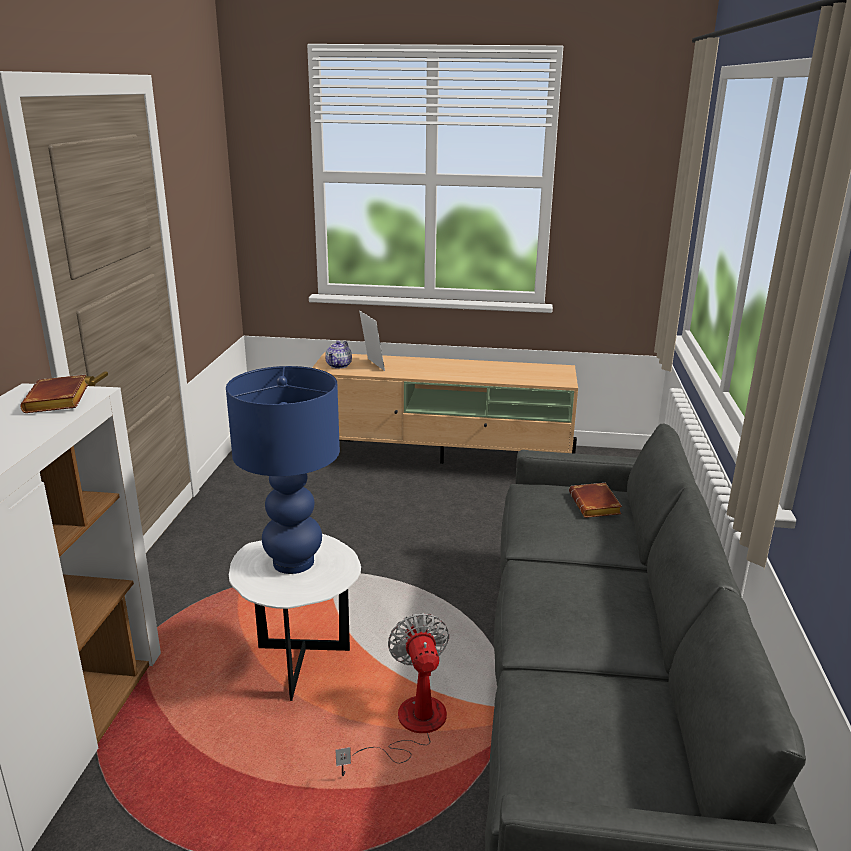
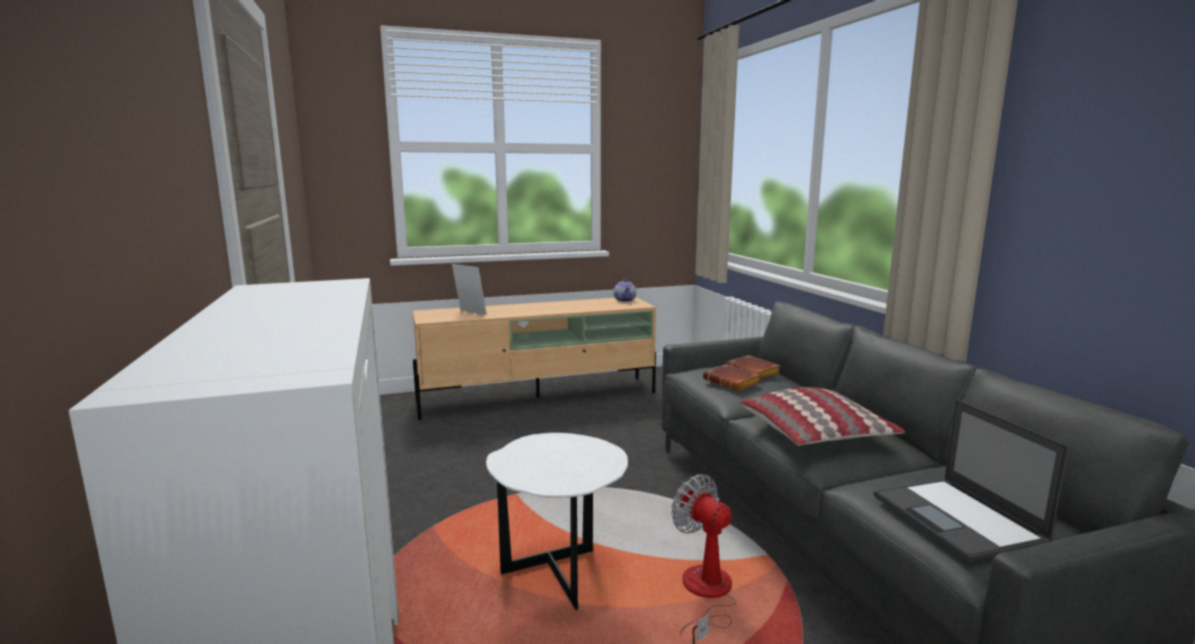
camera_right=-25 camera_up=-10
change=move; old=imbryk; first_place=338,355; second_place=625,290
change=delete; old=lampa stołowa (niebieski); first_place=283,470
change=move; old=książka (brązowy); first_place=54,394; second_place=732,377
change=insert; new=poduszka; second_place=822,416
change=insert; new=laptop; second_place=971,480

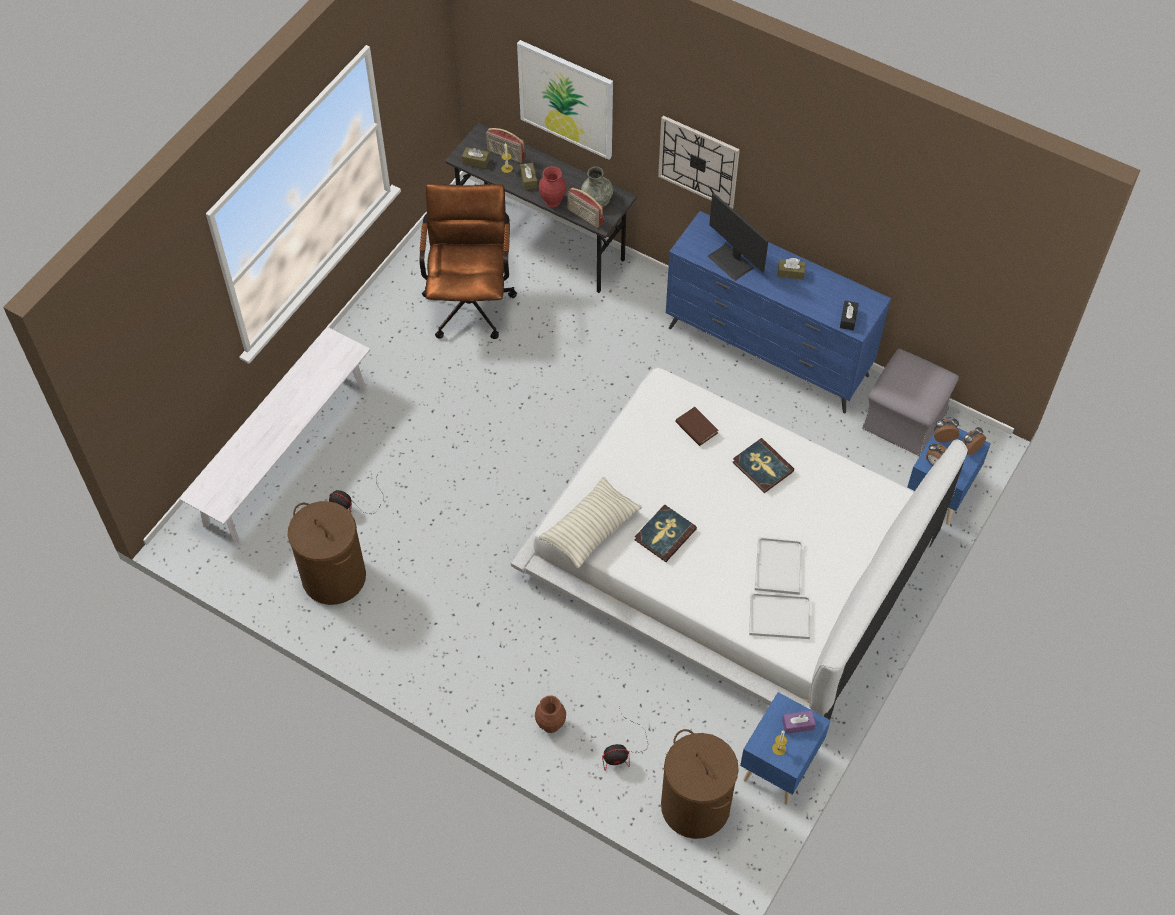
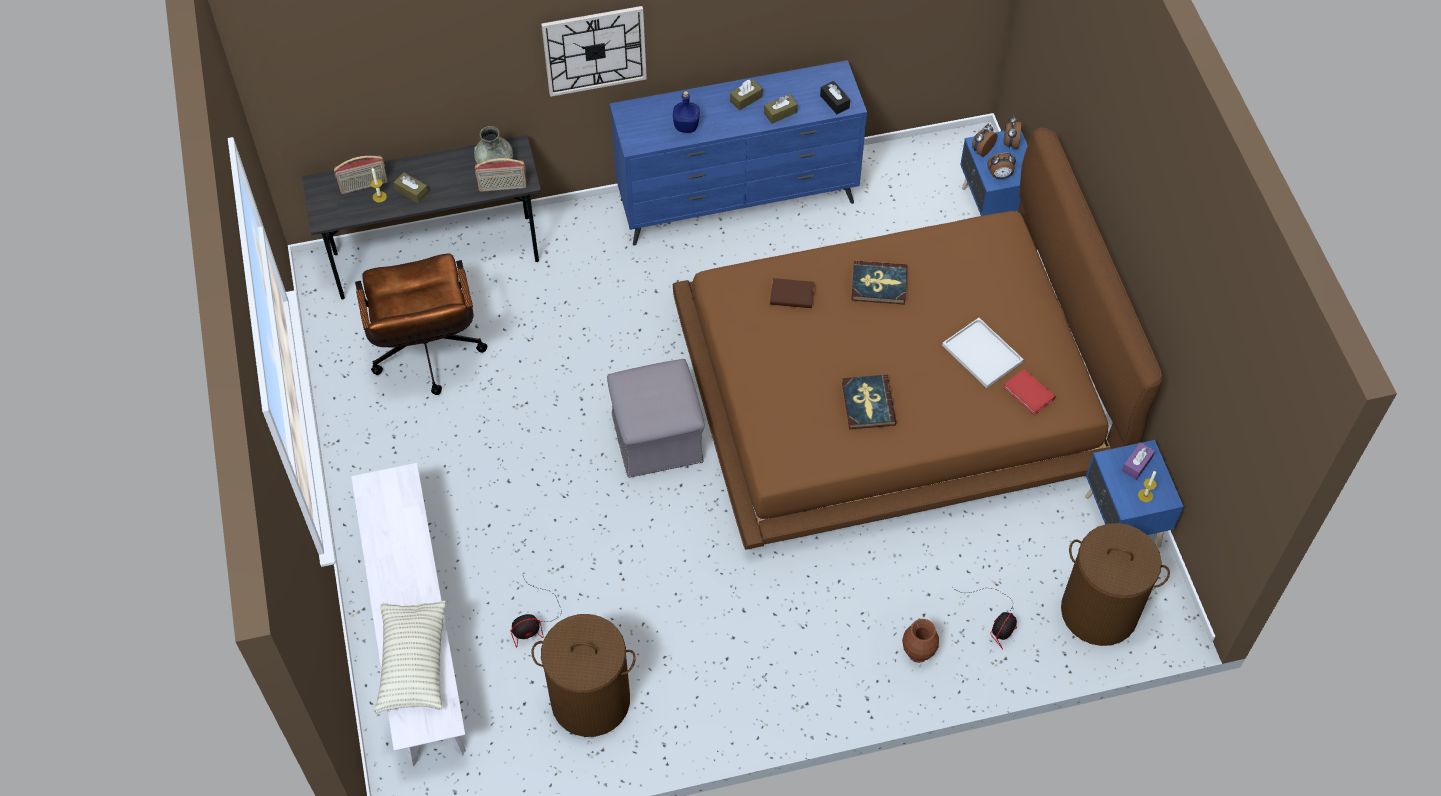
camera_right=-45 camera_up=0
change=delete; old=obraz; first_place=565,100
change=move; old=pudełko chusteczek (brązowy); first_place=476,157; second_place=781,109
change=delete; old=wazon (czerwony); first_place=552,186
change=rotate; old=krzesło biurowe (brązowy); first_place=468,261; second_place=421,324; degrees=-150
change=replace; old=monitor; new=butelka (niebieski); first_place=738,237; second_place=686,112
change=move; old=pufa (szary); first_place=910,402; second_place=656,418
change=recolor; old=łóżko (biały); new=łóżko (brązowy); first_place=739,543; second_place=917,338
change=move; old=poduszka; first_place=590,522; second_place=410,657
change=replace; old=taca (biały); new=książka (czerwony); first_place=779,616; second_place=1029,392

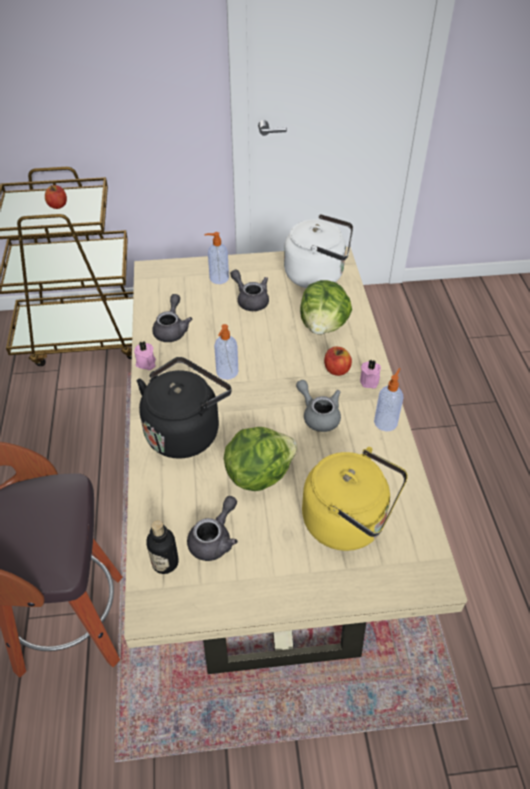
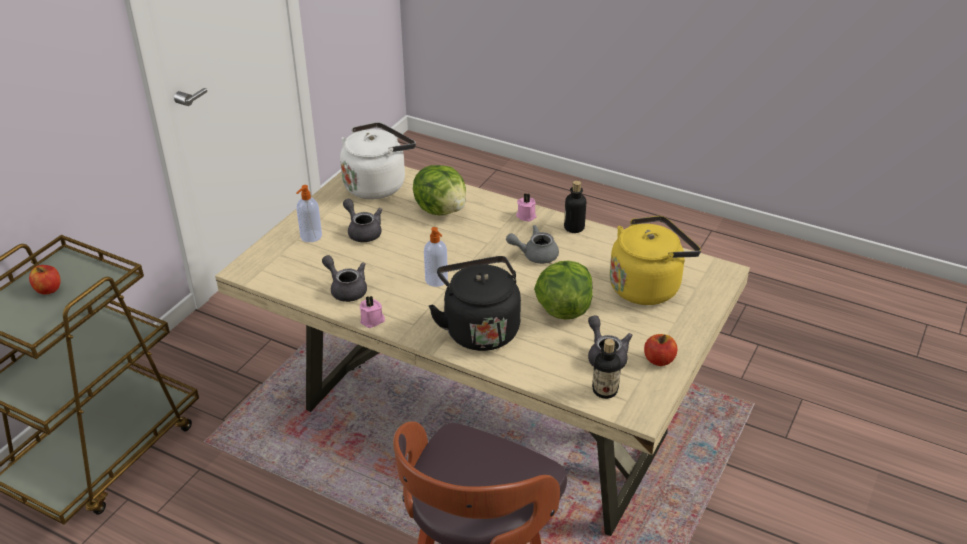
camera_right=-55 camera_up=-10
change=rotate; old=imbryk (szary); first_place=249,290; second_place=362,220; degrees=60
change=move; old=jabłko; first_place=338,361; second_place=660,350
change=replace; old=dozownik mydła; new=butelka; first_place=388,399; second_place=575,206

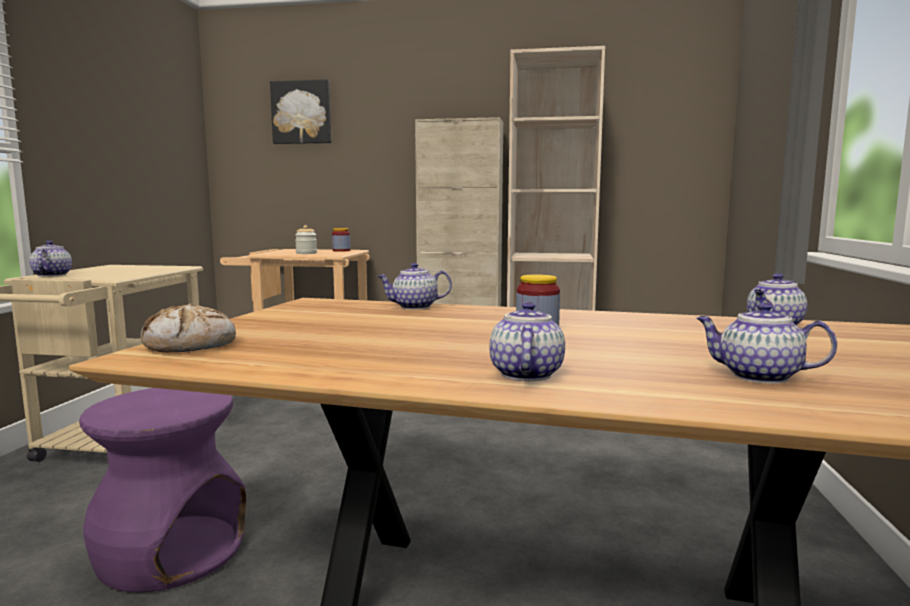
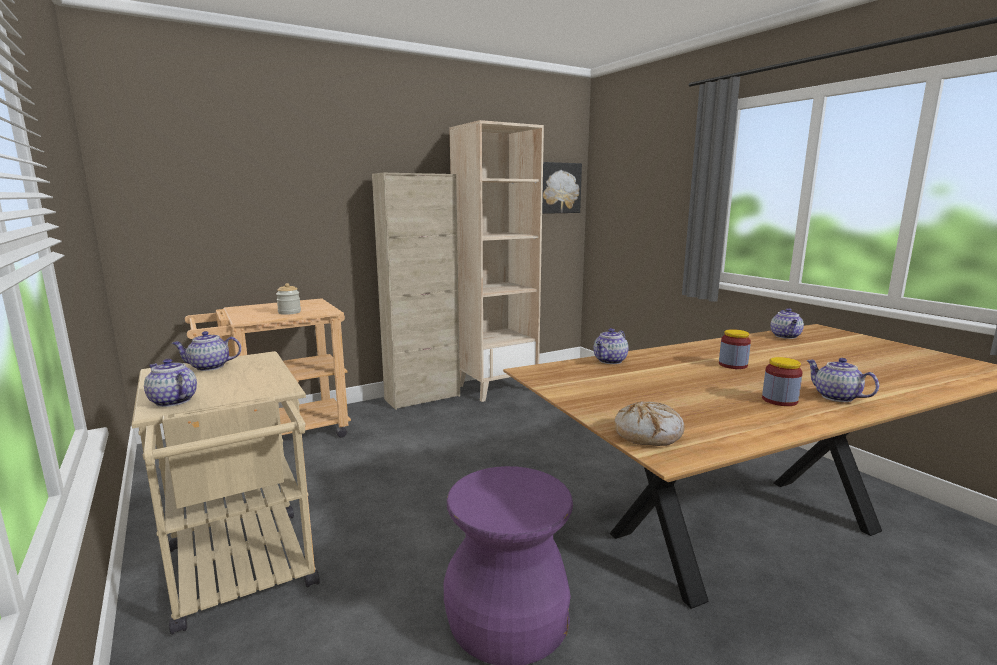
camera_right=-40 camera_up=5
change=move; old=obraz; first_place=300,111; second_place=562,188
change=move; old=słoik; first_place=341,240; second_place=782,381
change=move; old=imbryk; first_place=766,343; second_place=206,351

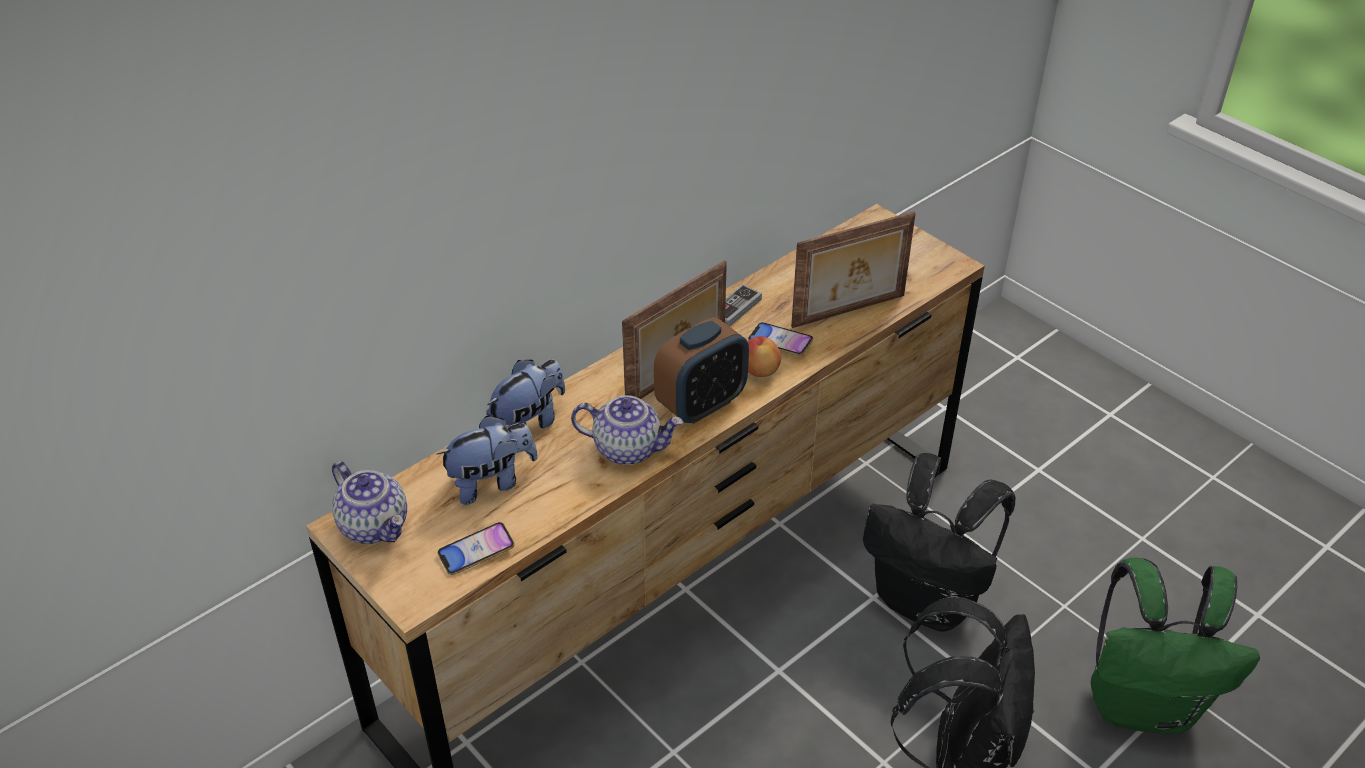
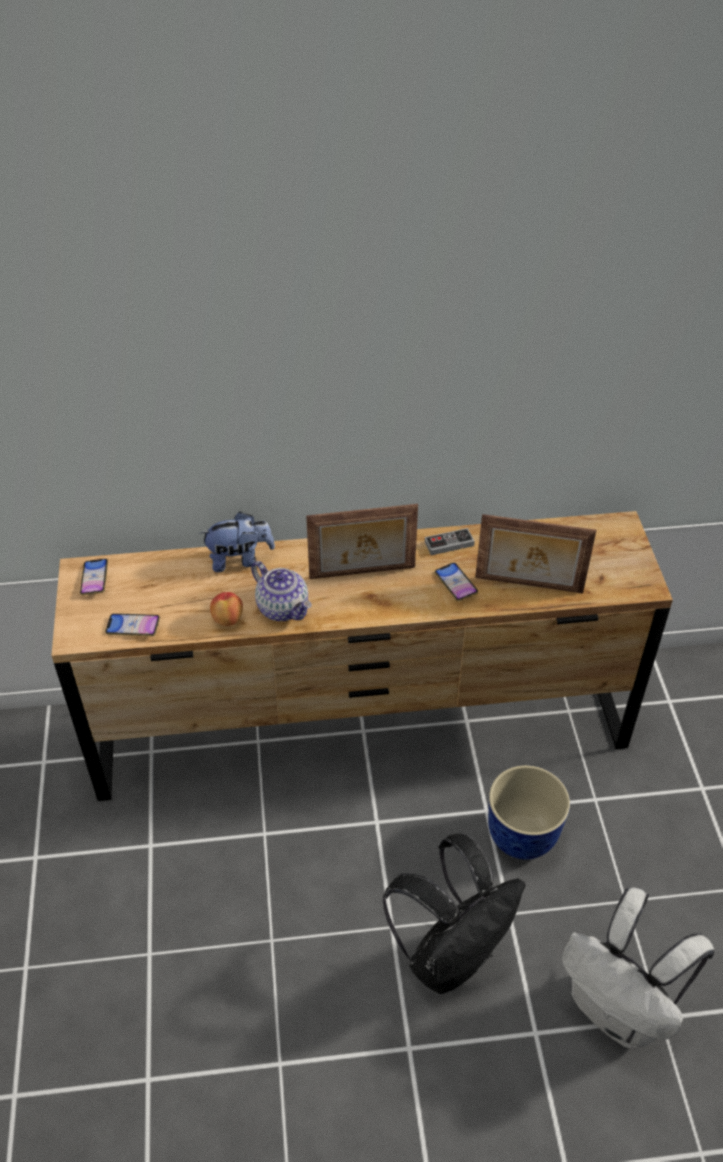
camera_right=35 camera_up=5
change=delete; old=budzik; first_place=701,370
change=move; old=jabłko; first_place=764,356; second_place=226,609
change=delete; old=pluszak; first_place=487,460
change=replace; old=plecak (czarny); new=donica; first_place=939,542; second_place=529,812
change=replace; old=imbryk; new=telefon; first_place=369,502; second_place=94,577
change=recolor; old=plecak (zielony); new=plecak (biały); first_place=1175,645; second_place=638,968

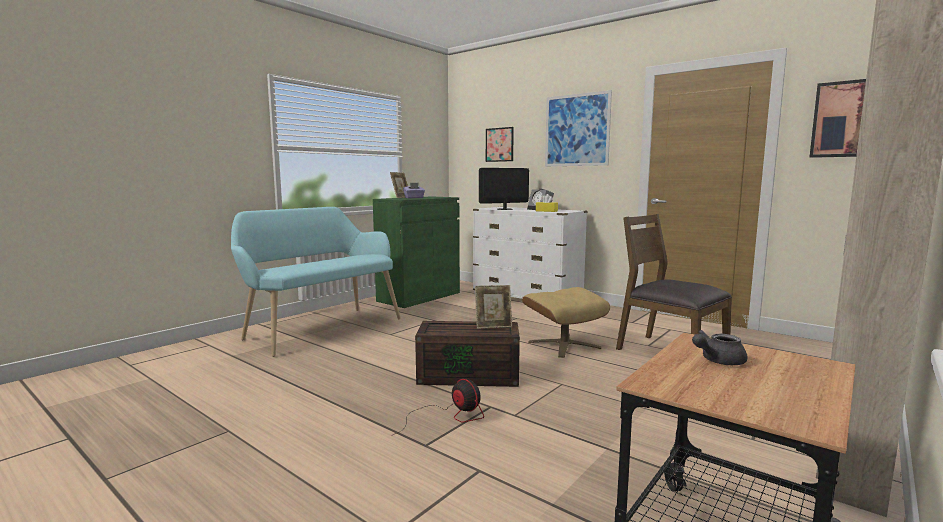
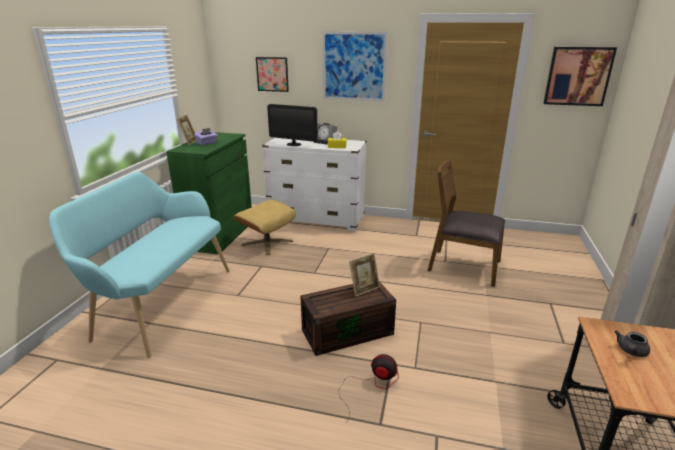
camera_right=-25 camera_up=15
change=rotate; old=monitor; first_place=504,189; second_place=292,125; degrees=-105
change=move; old=pufa (beżowy); first_place=566,322; second_place=264,227

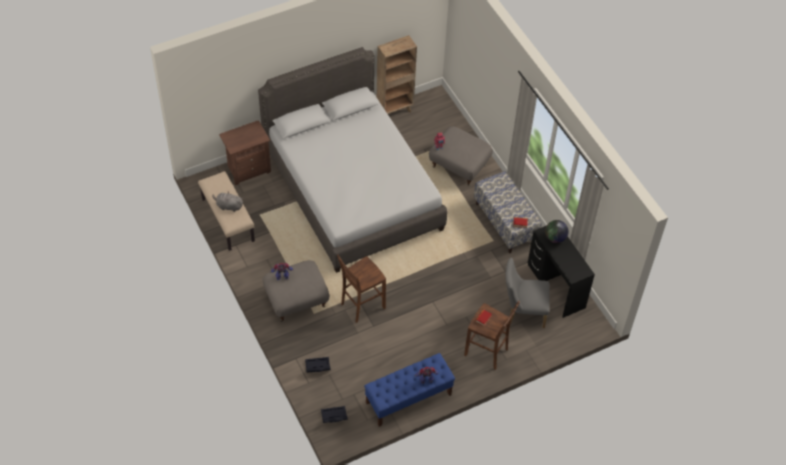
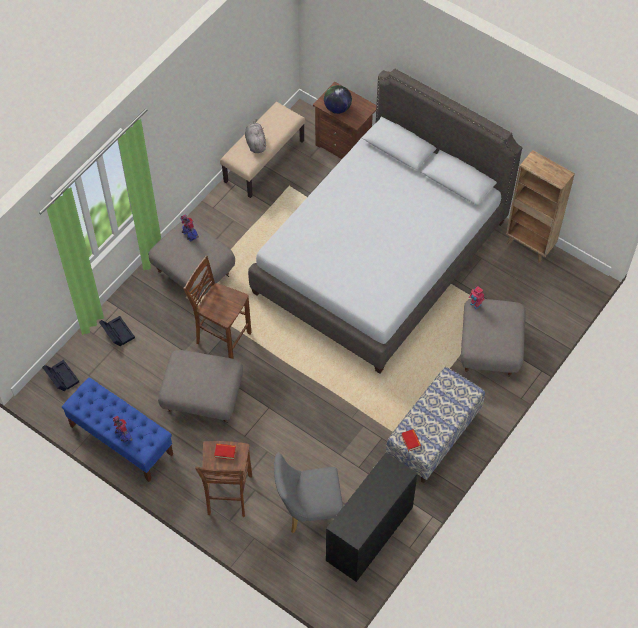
camera_right=65 camera_up=5
change=move; old=globus; first_place=557,231; second_place=338,99
change=rotate; old=krzesło (szary); first_place=528,293; second_place=308,492; degrees=-75
change=insert; new=pufa (szary); second_place=200,386

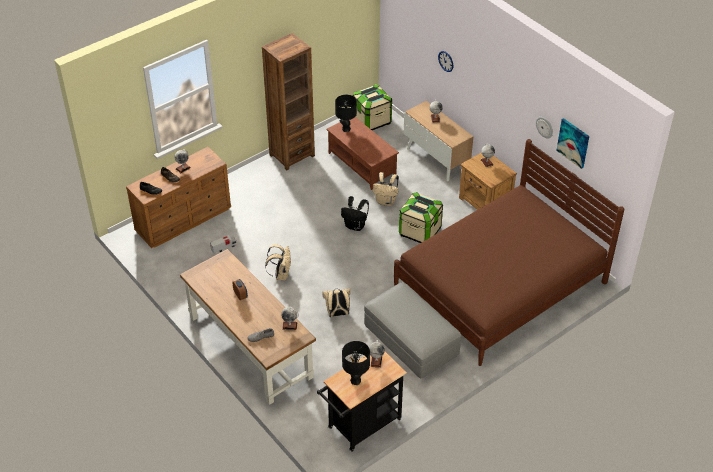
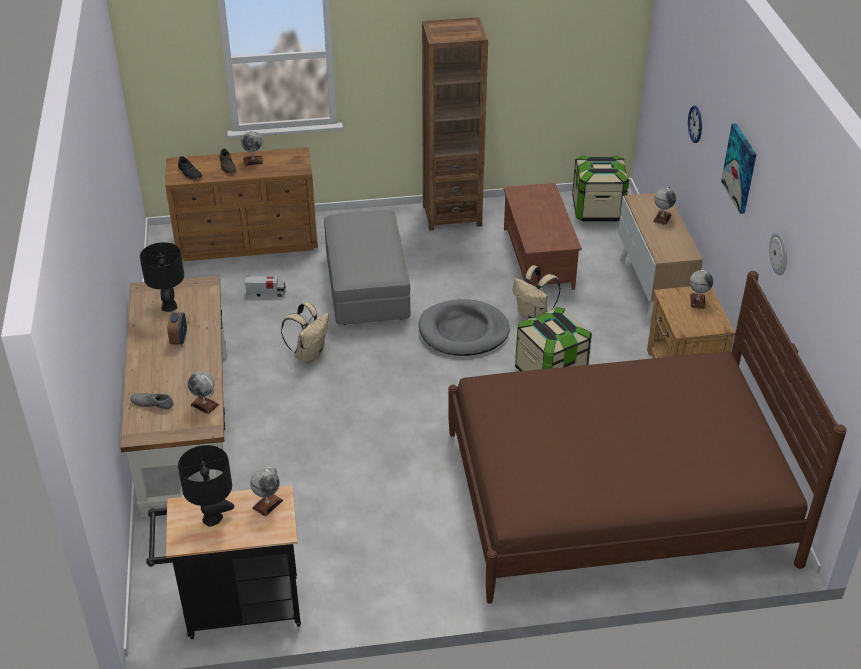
camera_right=30 camera_up=-5
change=move; old=lampa stołowa (czarny); first_place=346,113; second_place=162,277
change=move; old=obraz; first_place=572,143; second_place=739,168
change=replace; old=plecak (czarny); new=legowisko (szary); first_place=355,213; second_place=464,327
change=move; old=pufa (szary); first_place=412,330; second_place=367,267
change=delete; old=plecak (beżowy); first_place=336,303

